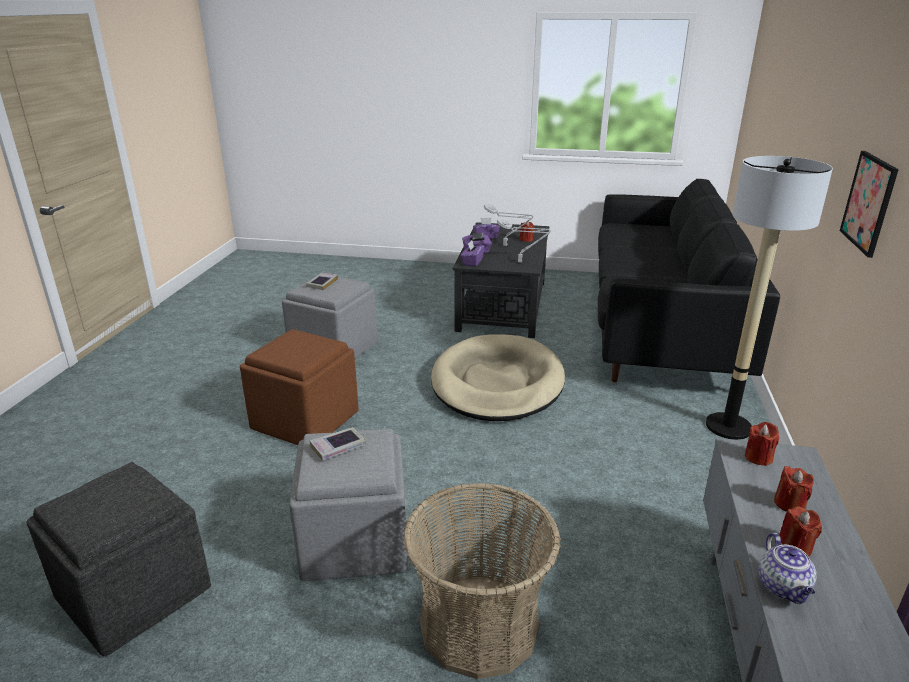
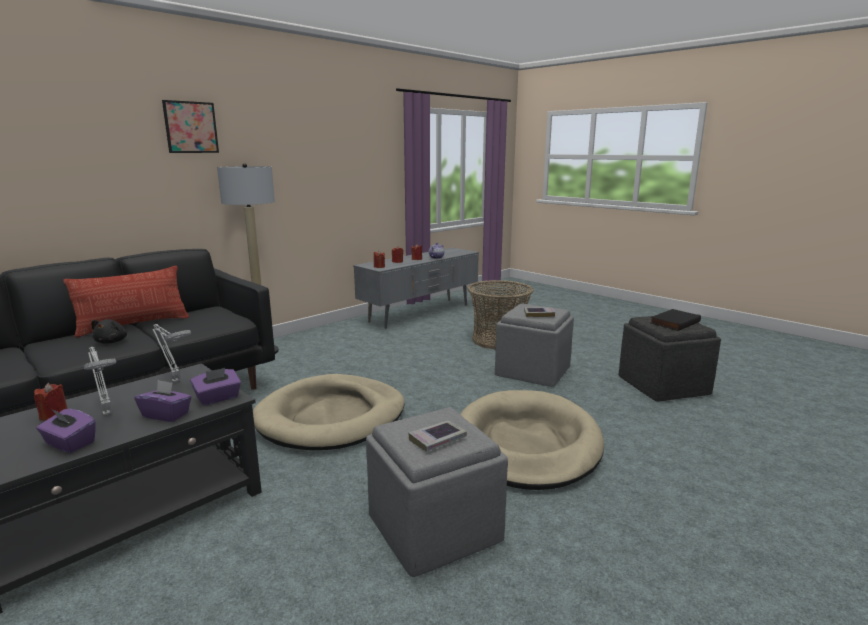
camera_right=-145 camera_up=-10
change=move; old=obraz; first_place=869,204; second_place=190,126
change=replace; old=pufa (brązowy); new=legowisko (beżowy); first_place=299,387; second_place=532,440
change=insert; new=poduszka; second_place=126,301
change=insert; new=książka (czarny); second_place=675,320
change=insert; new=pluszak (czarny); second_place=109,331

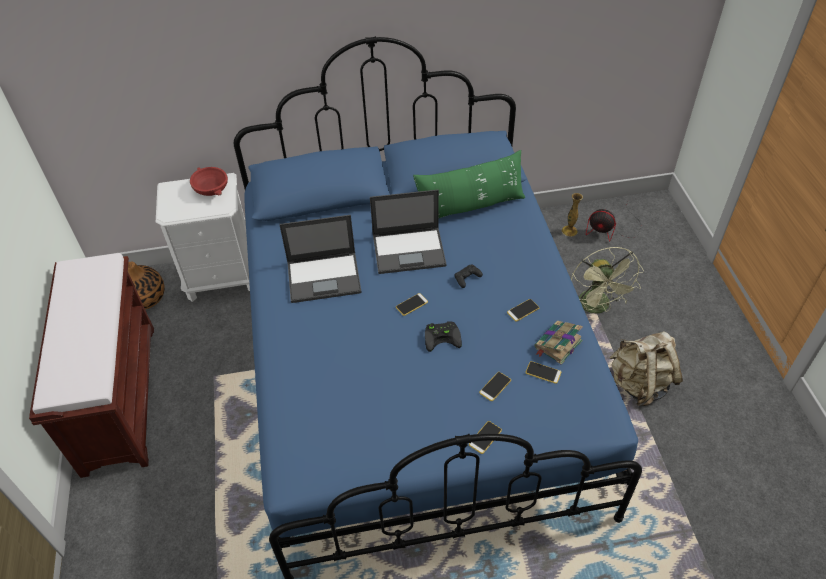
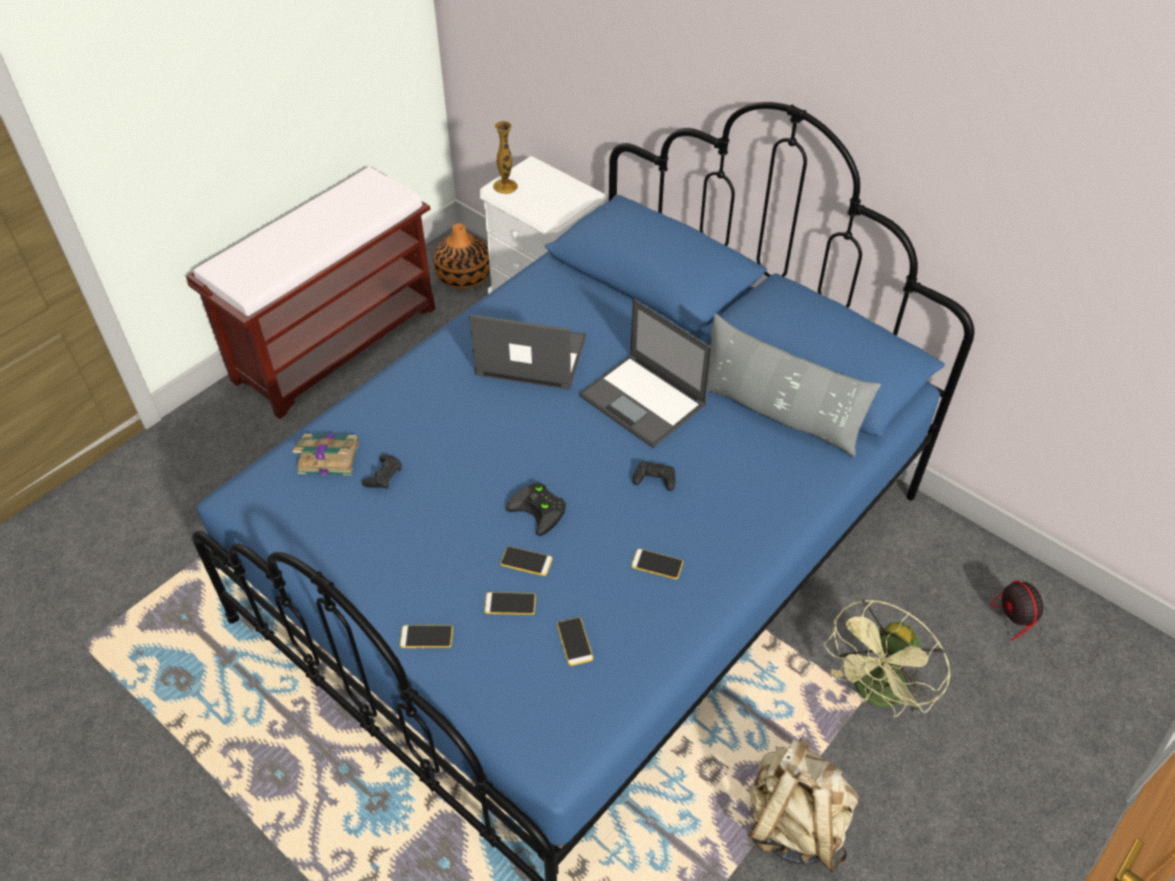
camera_right=50 camera_up=0
change=recolor; old=poduszka (zielony); new=poduszka (szary); first_place=469,184; second_place=794,385
change=delete; old=miska (czerwony); first_place=209,181
change=move; old=wazon; first_place=572,215; second_place=505,157
change=rotate; old=laptop; first_place=320,259; second_place=528,352; degrees=150
change=move; old=telefon; first_place=412,304; second_place=526,561
change=move; old=książka; first_place=559,343; second_place=326,454
change=insert; new=pad do gier (czarny); second_place=382,472

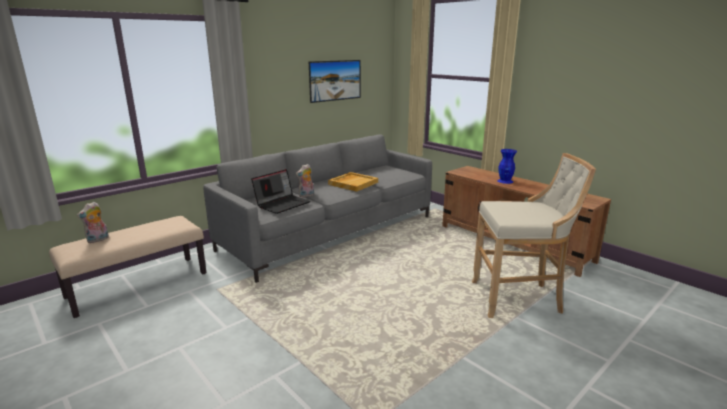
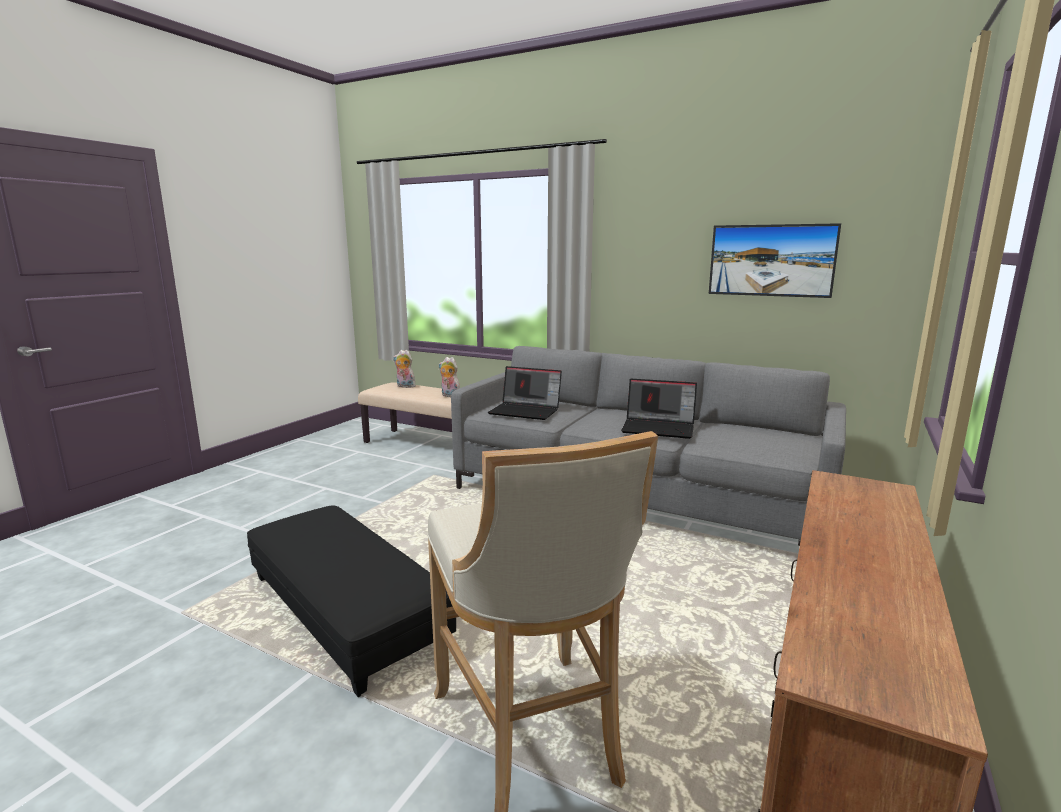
camera_right=70 camera_up=-5
change=delete; old=wazon (niebieski); first_place=507,166
change=move; old=pluszak; first_place=305,181; second_place=449,377
change=replace; old=taca (beżowy); new=laptop; first_place=353,182; second_place=659,409
change=insert; new=pufa (czarny); second_place=351,601

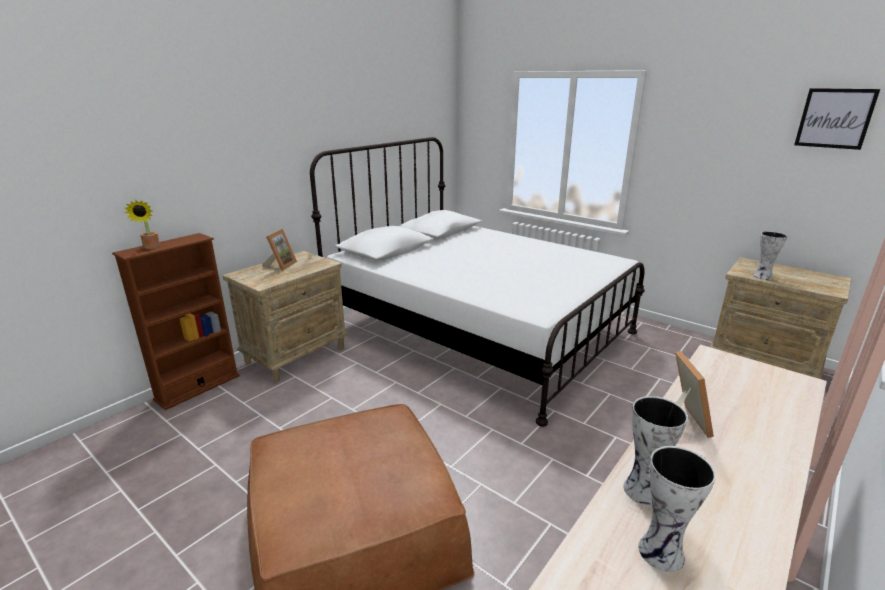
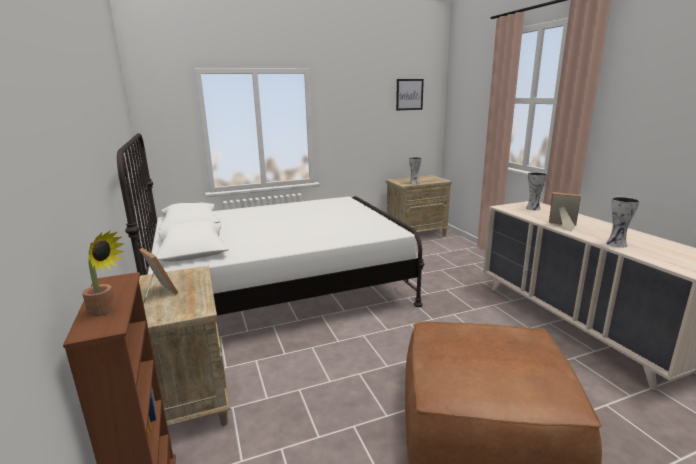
camera_right=-60 camera_up=-5
change=move; old=wazon; first_place=677,509; second_place=536,191

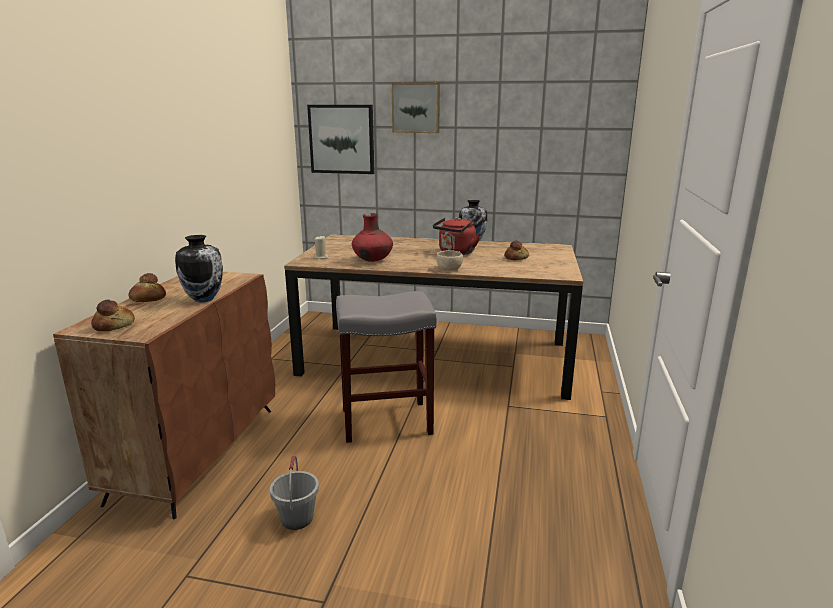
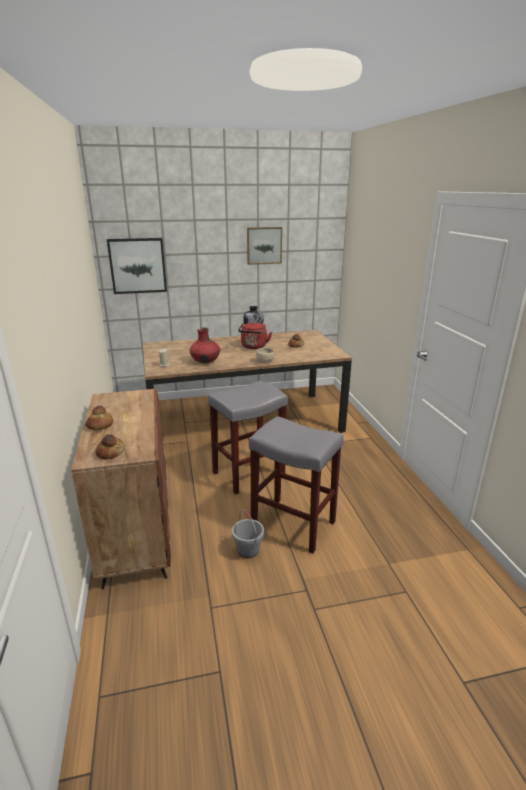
camera_right=-25 camera_up=5
change=move; old=obraz; first_place=416,107; second_place=264,246
change=delete; old=wazon; first_place=199,268
change=insert; new=stołek (szary); second_place=296,484

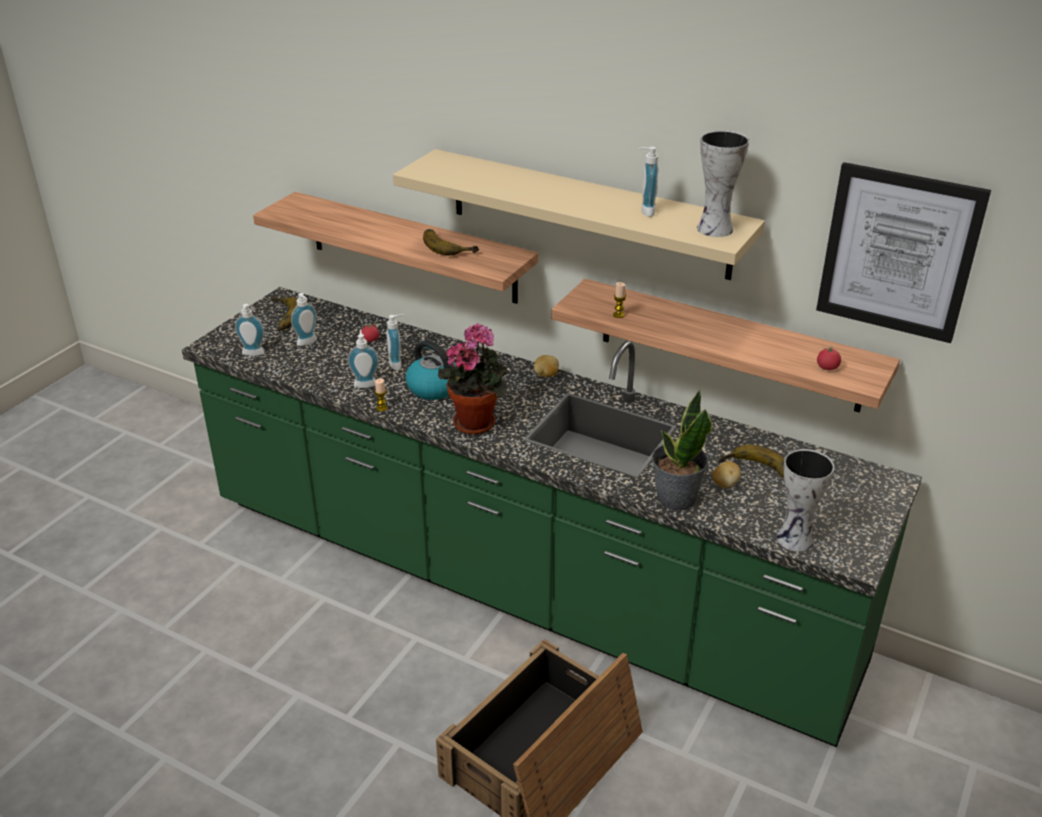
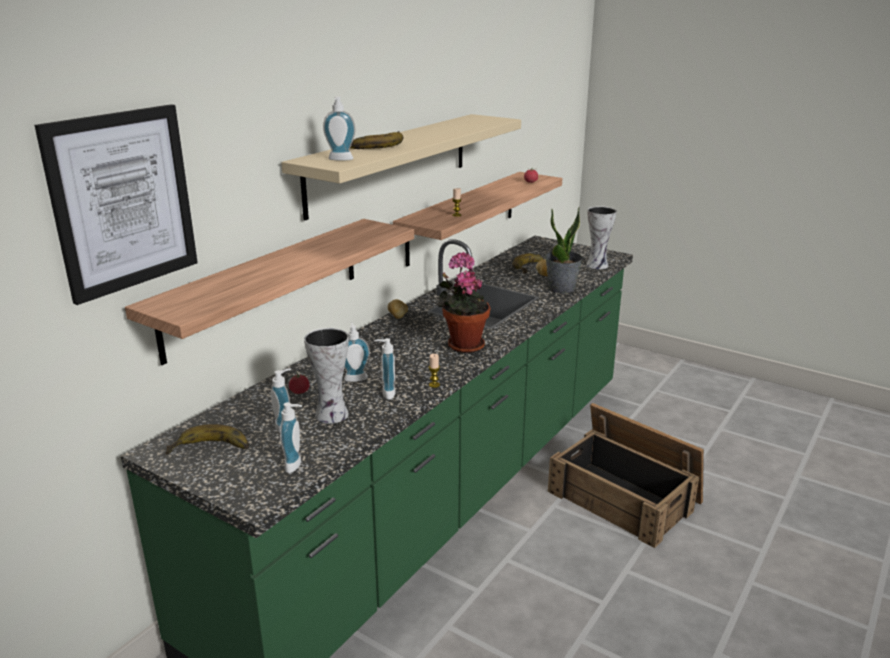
camera_right=-85 camera_up=-10
change=move; old=wazon; first_place=723,183; second_place=326,376
change=move; old=dozownik mydła; first_place=648,182; second_place=339,129
change=move; old=obraz; first_place=903,252; second_place=116,204
change=move; old=banan; first_place=451,242; second_place=377,140
change=delete; old=czajnik; first_place=430,370

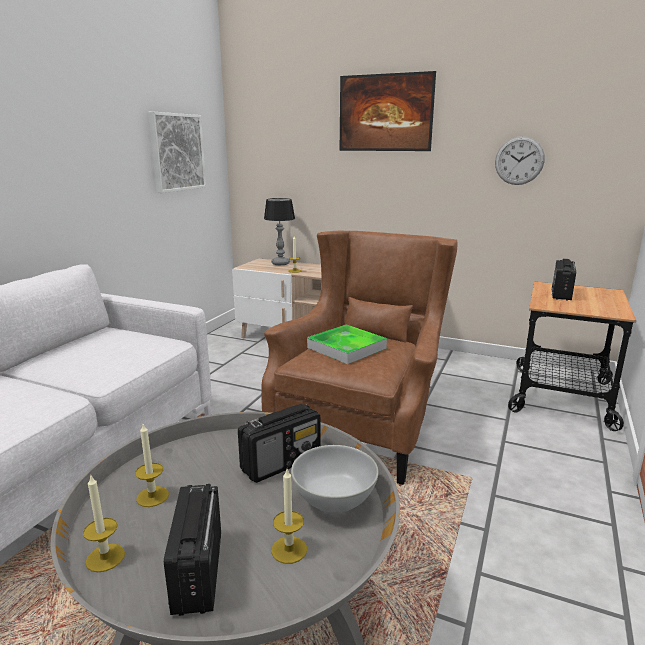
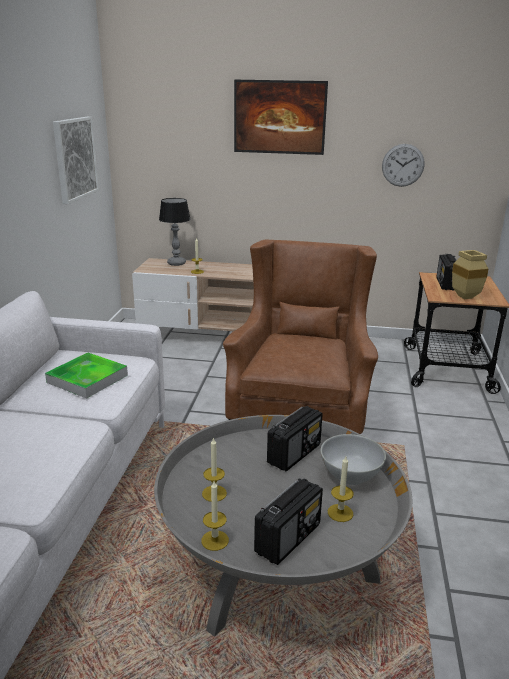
camera_right=-15 camera_up=5
change=move; old=taca; first_place=347,344; second_place=86,376
change=rotate; old=radio; first_place=192,550; second_place=288,521; degrees=-120
change=insert; new=wazon (beżowy); second_place=470,274

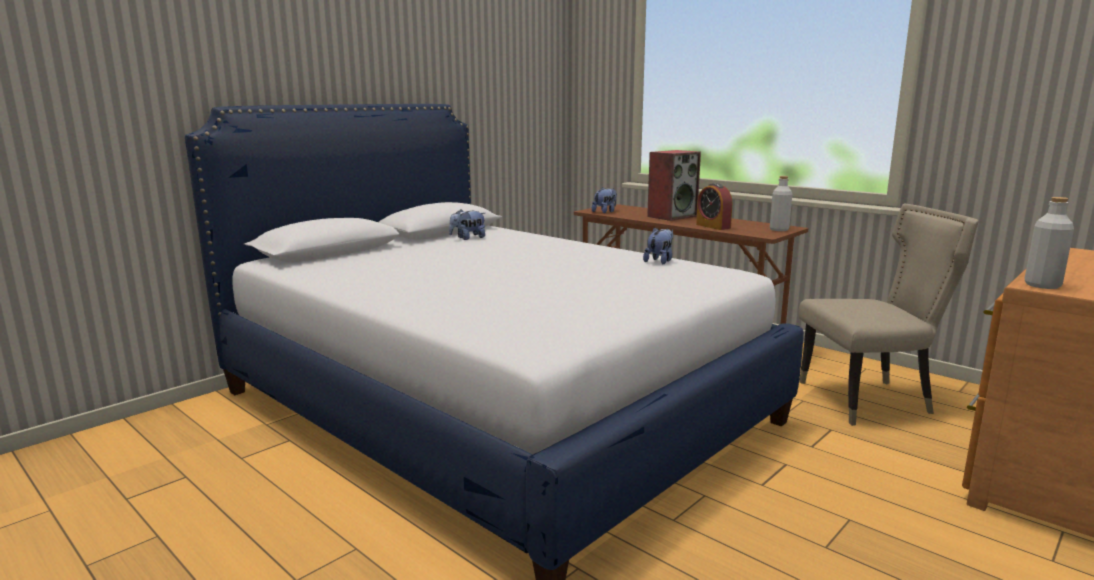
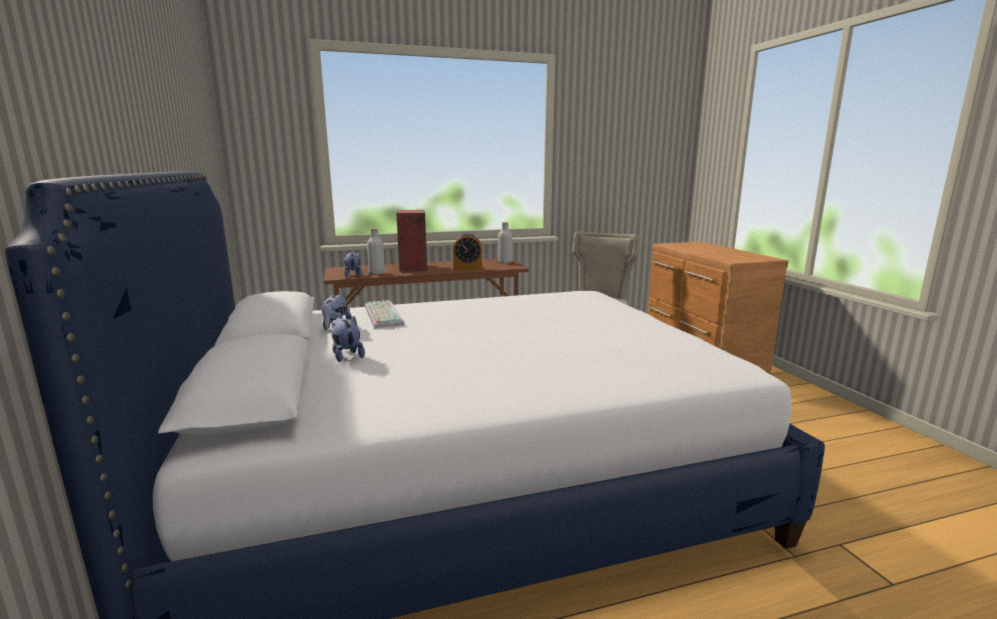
camera_right=-60 camera_up=0
change=move; old=butelka (szary); first_place=1049,243; second_place=376,252
change=move; old=pluszak; first_place=658,245; second_place=348,339
change=insert; new=klawiatura; second_place=385,314

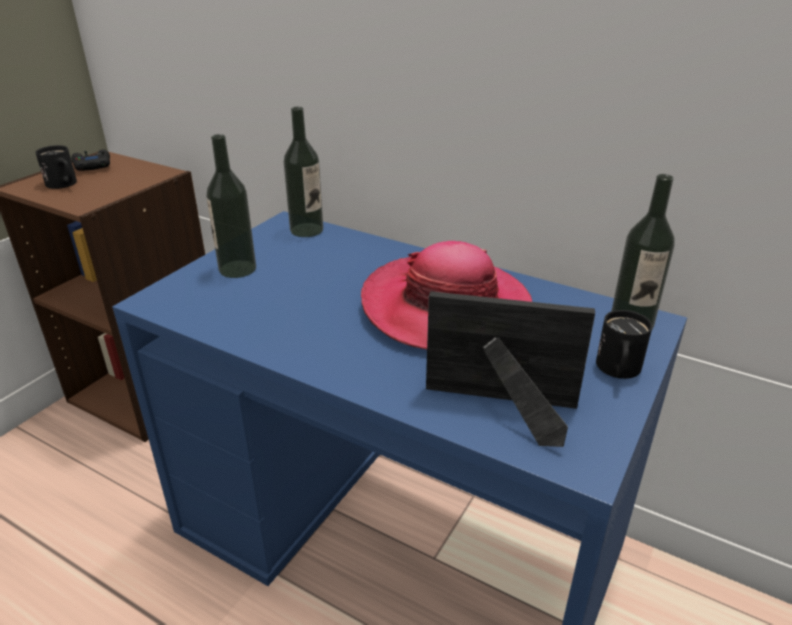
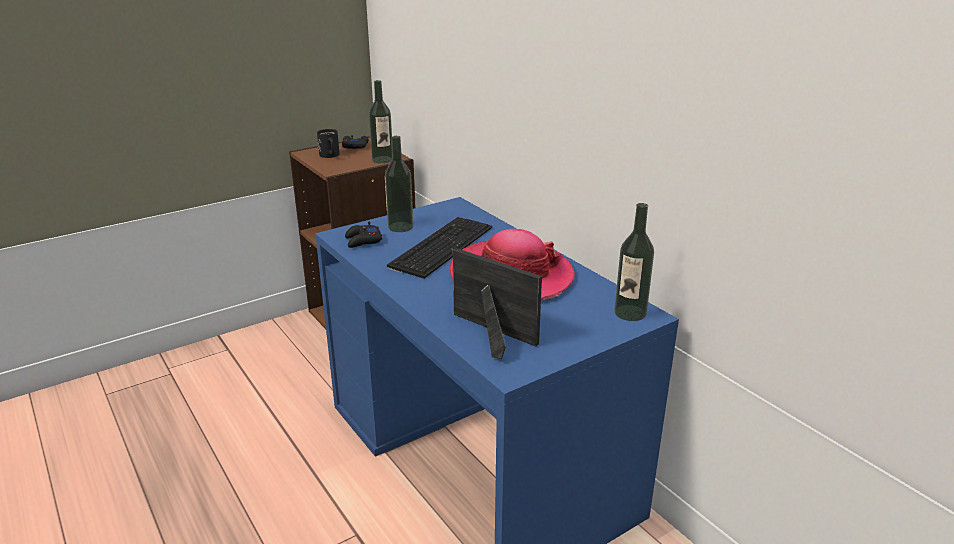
camera_right=25 camera_up=-5
change=move; old=butelka; first_place=303,172; second_place=380,121
change=delete; old=kubek (czarny); first_place=624,344
change=insert; new=klawiatura; second_place=439,248
change=insert; new=pad do gier (czarny); second_place=363,235

